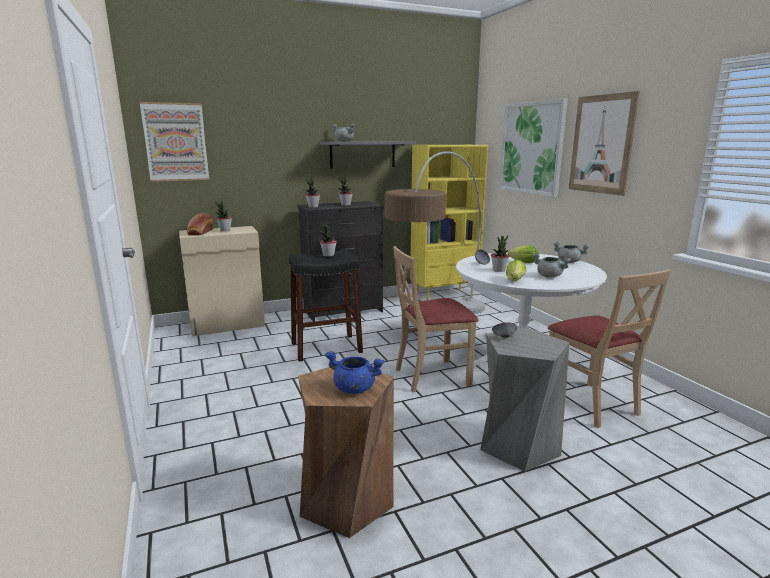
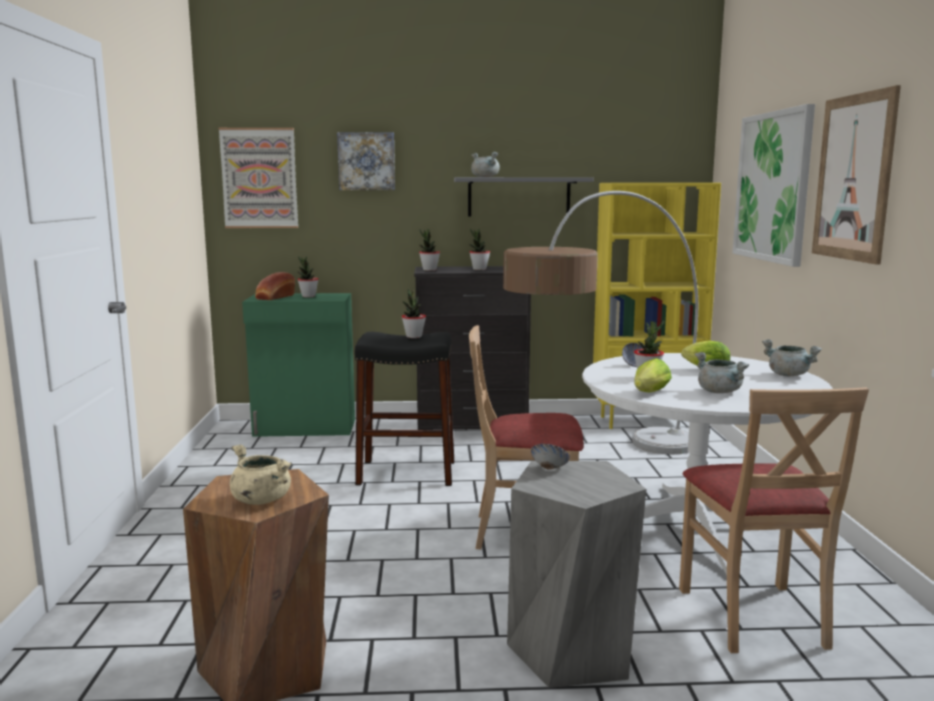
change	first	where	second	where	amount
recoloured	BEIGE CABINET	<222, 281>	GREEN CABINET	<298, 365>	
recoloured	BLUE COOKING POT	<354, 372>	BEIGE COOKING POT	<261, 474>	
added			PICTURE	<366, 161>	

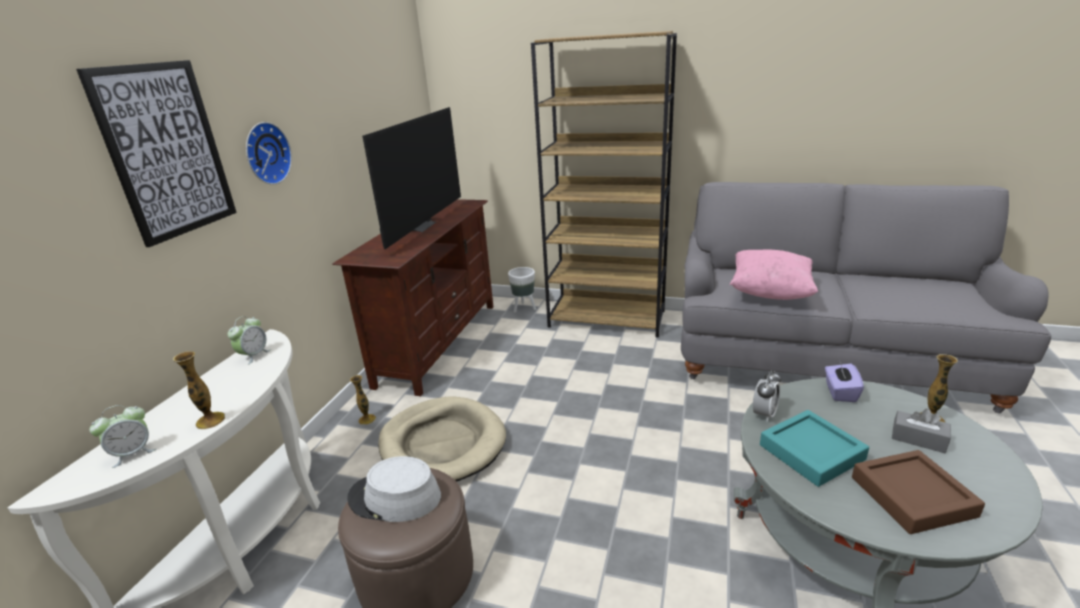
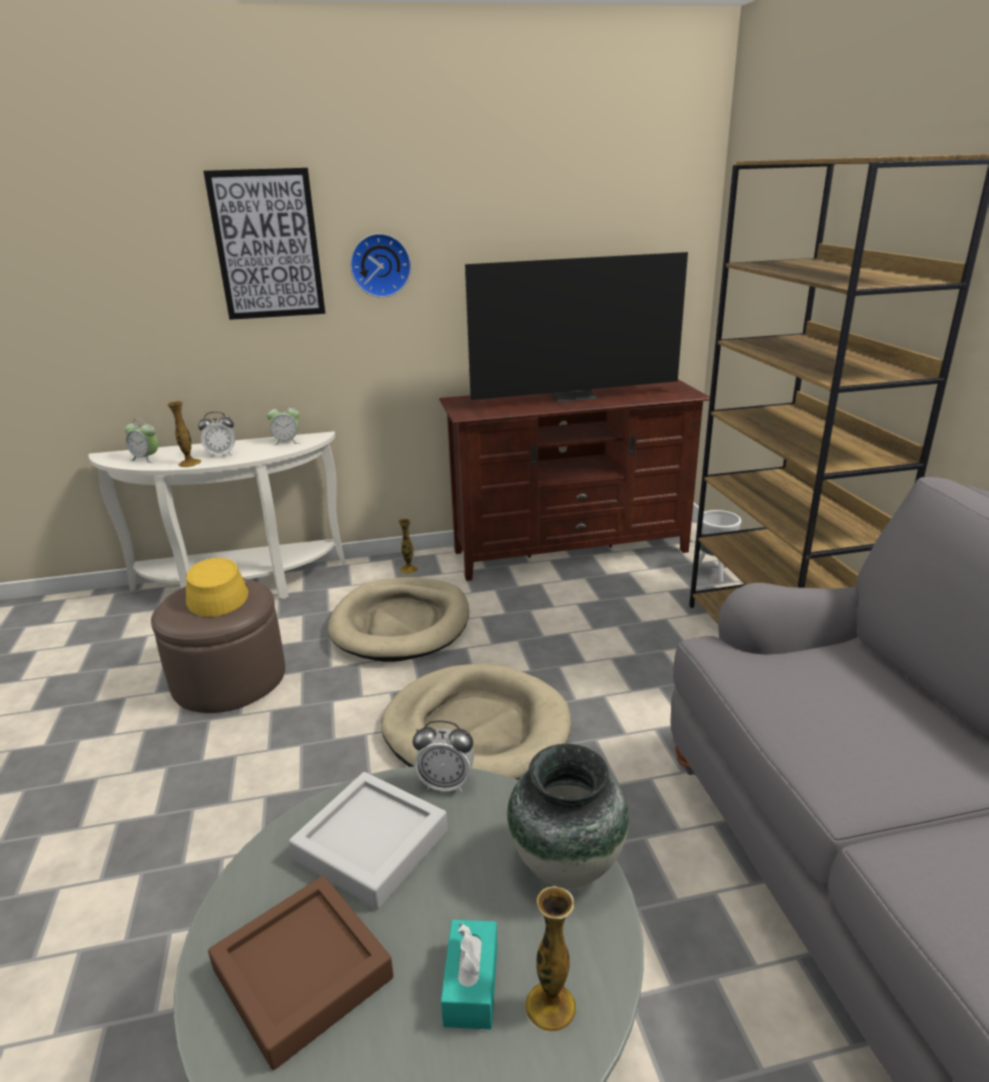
change	first	where	second	where	amount
removed	PINK PILLOW	<773, 274>			
replaced	PURPLE TISSUE BOX	<844, 382>	VASE	<568, 816>	
recoloured	GREY TISSUE BOX	<921, 431>	TURQUOISE TISSUE BOX	<469, 974>	
recoloured	TURQUOISE TRAY	<814, 448>	GREY TRAY	<368, 841>	
recoloured	GREY HAT	<394, 489>	YELLOW HAT	<217, 587>	
added			ALARM CLOCK	<217, 435>	
added			BEIGE DOG BED	<476, 722>	

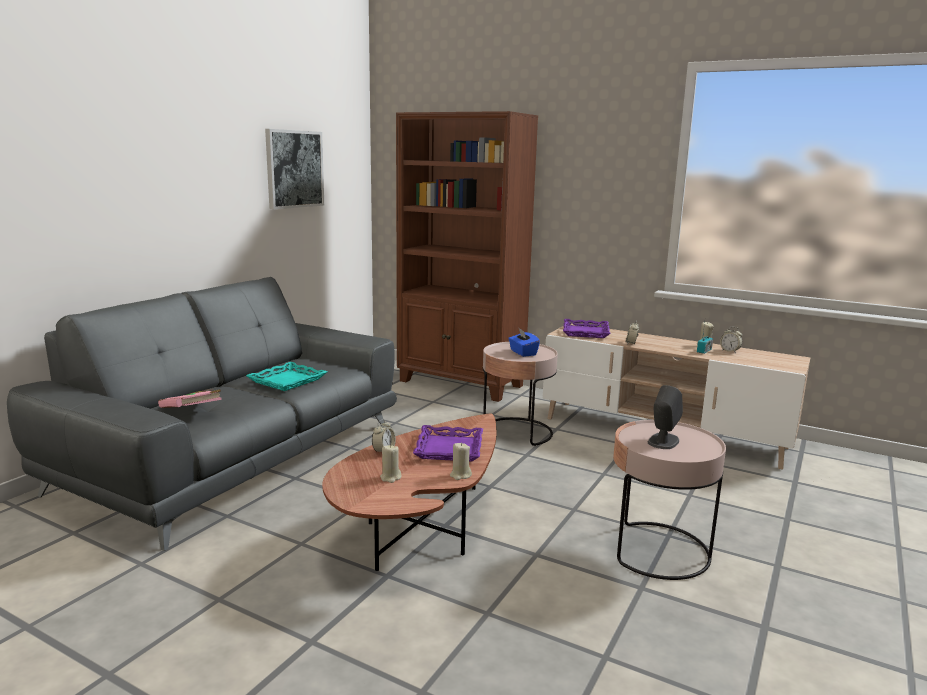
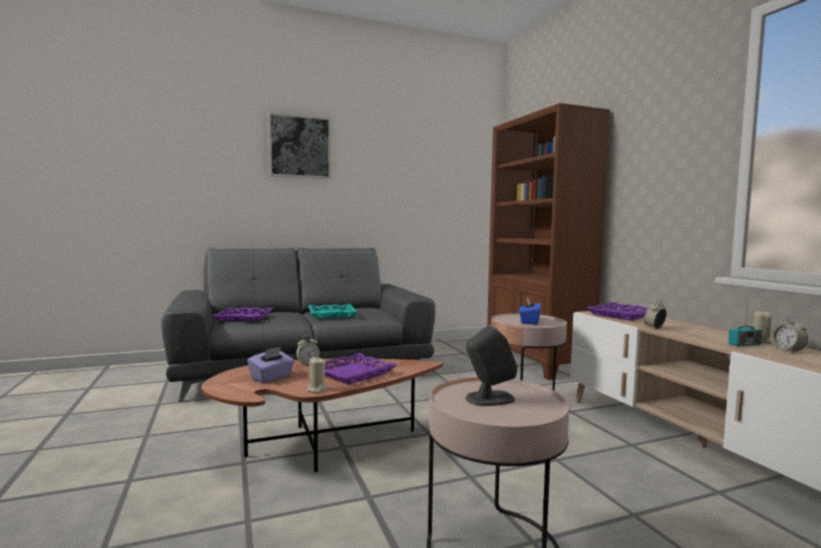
change	first	where	second	where	amount
moved	PICTURE	<294, 169>		<299, 145>	
replaced	PINK BOOK	<190, 398>	PURPLE TRAY	<242, 314>	
replaced	BEIGE CANDLE	<391, 463>	PURPLE TISSUE BOX	<271, 365>	

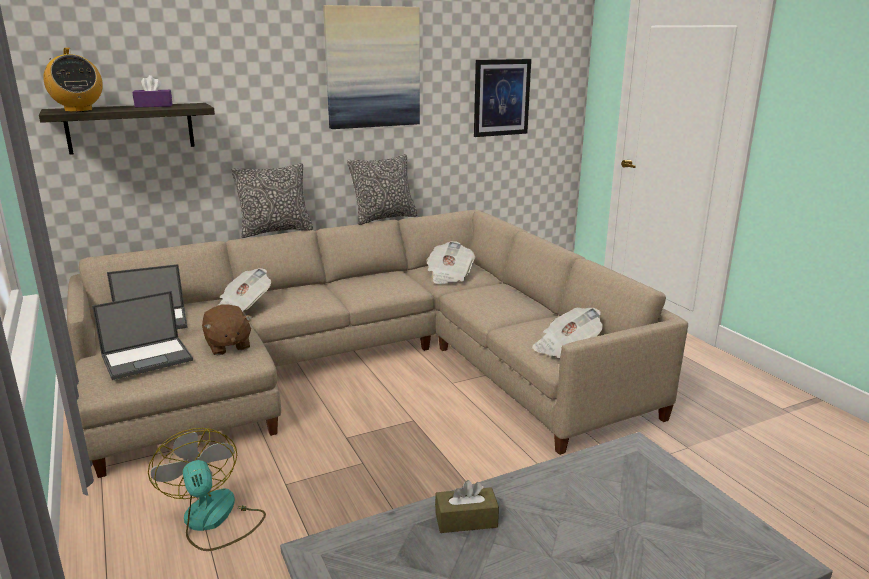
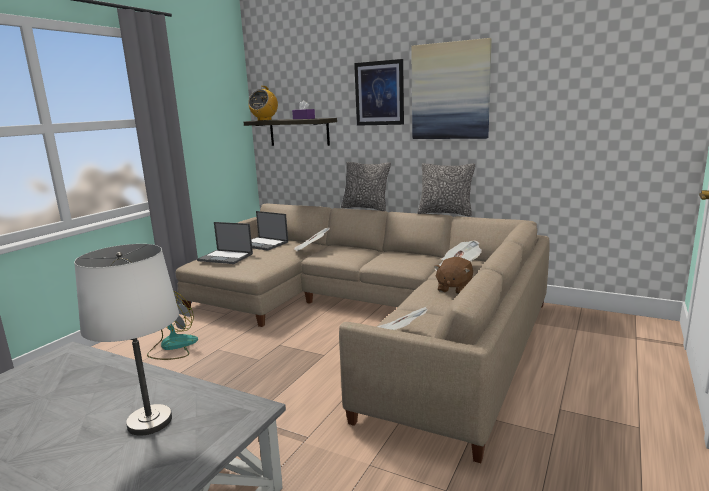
change	first	where	second	where	amount
moved	PICTURE	<502, 98>		<379, 92>	
moved	BROWN PLUSH TOY	<227, 330>		<453, 275>	
removed	BROWN TISSUE BOX	<467, 506>			
added			WHITE TABLE LAMP	<126, 340>	

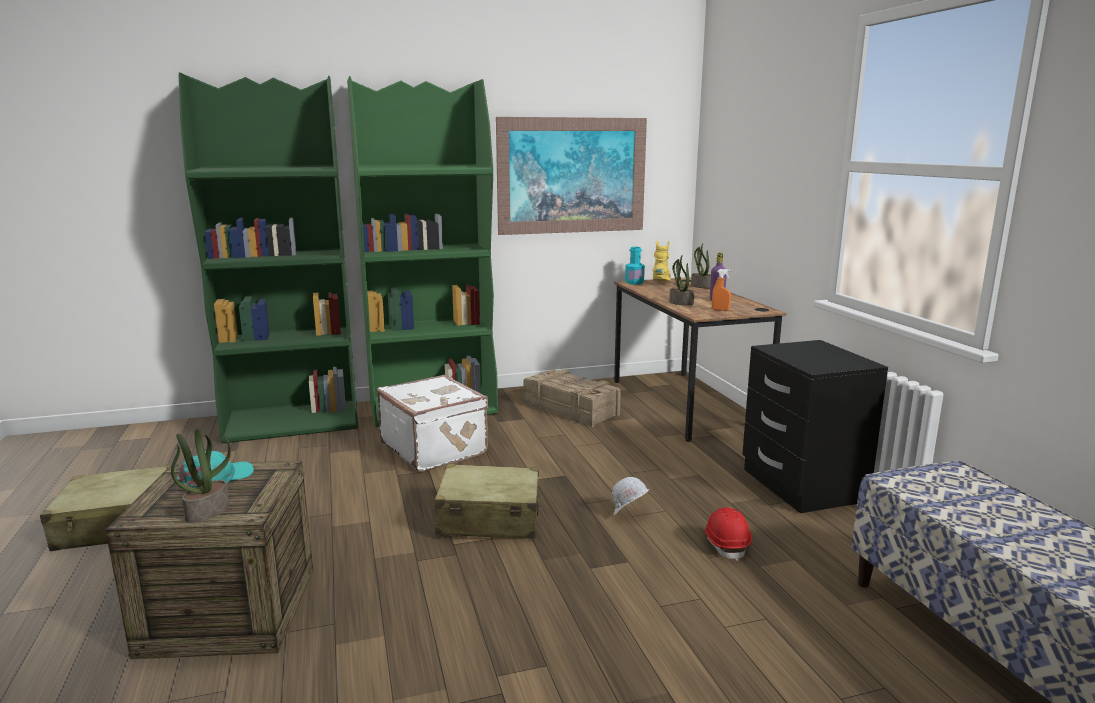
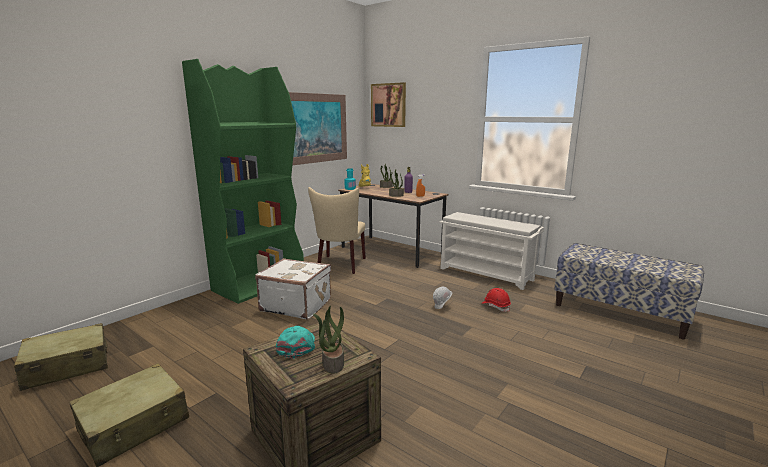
change	first	where	second	where	amount
removed	GREEN BOOKCASE	<268, 257>			
replaced	BLACK NIGHTSTAND	<815, 426>	WHITE SHOE RACK	<492, 251>	
replaced	CRATE	<572, 398>	BEIGE CHAIR	<337, 230>	
moved	BEIGE SUITCASE	<487, 501>		<61, 357>	
added			PICTURE	<388, 104>	

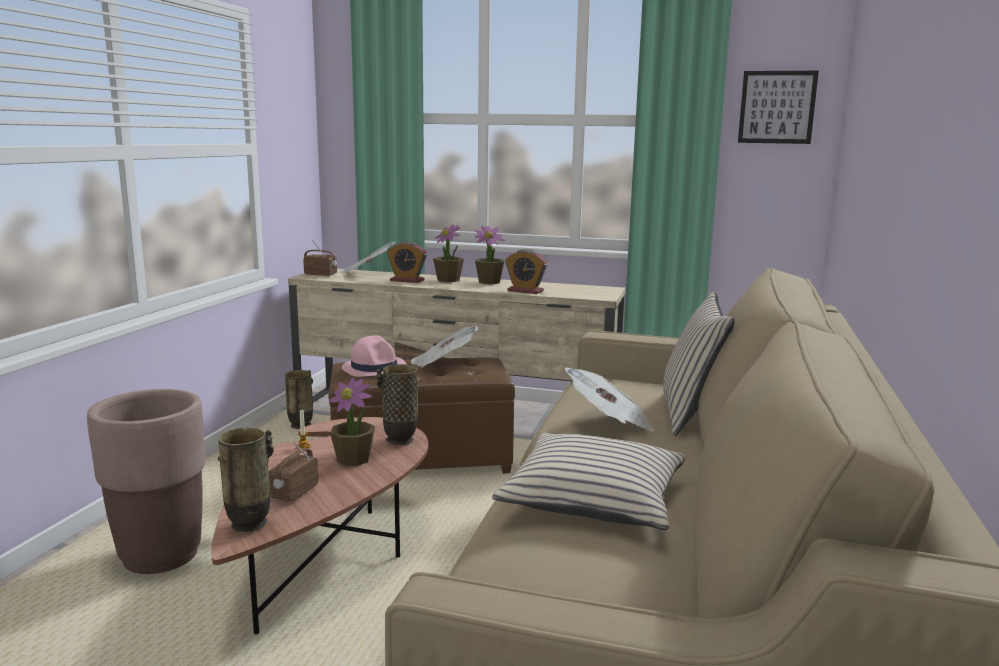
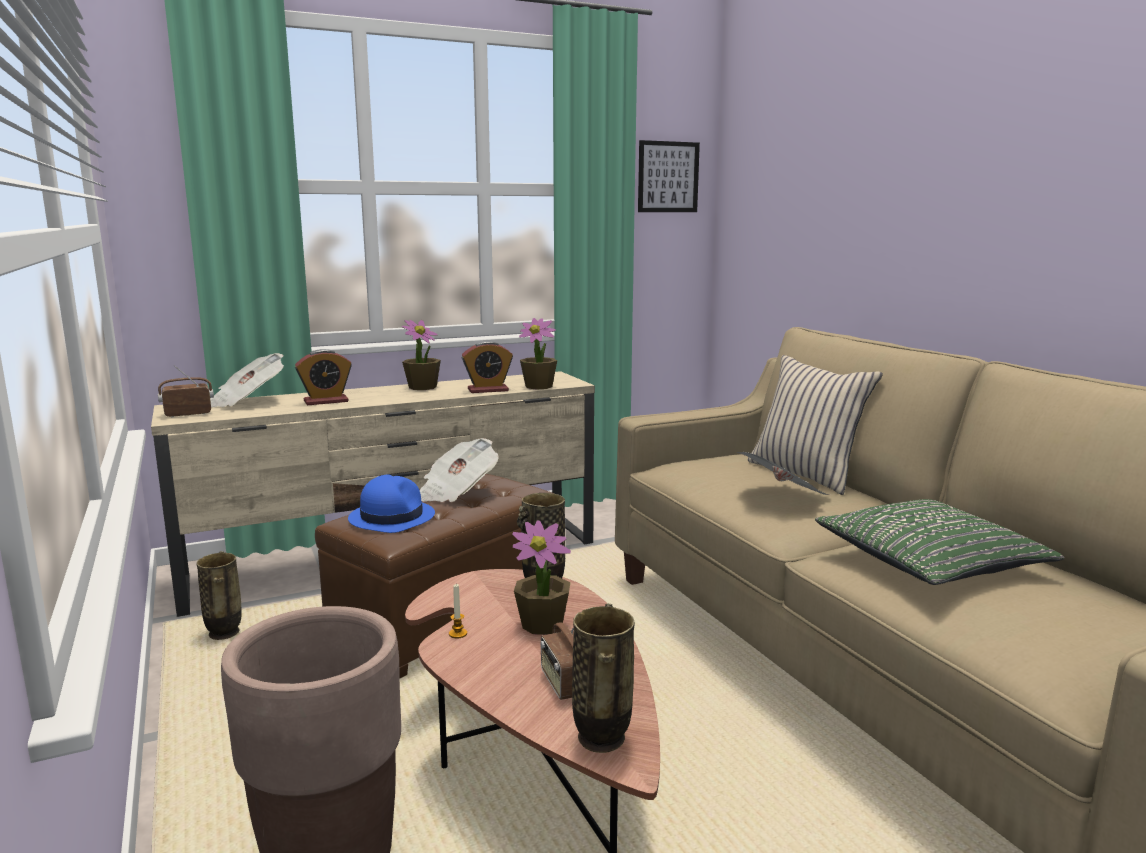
change	first	where	second	where	amount
moved	POTTED PLANT	<448, 253>		<538, 353>	
recoloured	PINK HAT	<374, 356>	BLUE HAT	<391, 503>	
recoloured	BEIGE PILLOW	<588, 481>	GREEN PILLOW	<940, 542>	

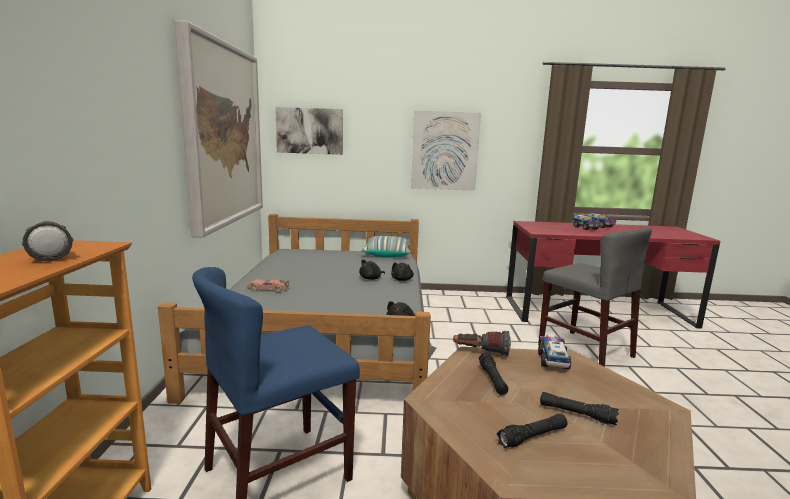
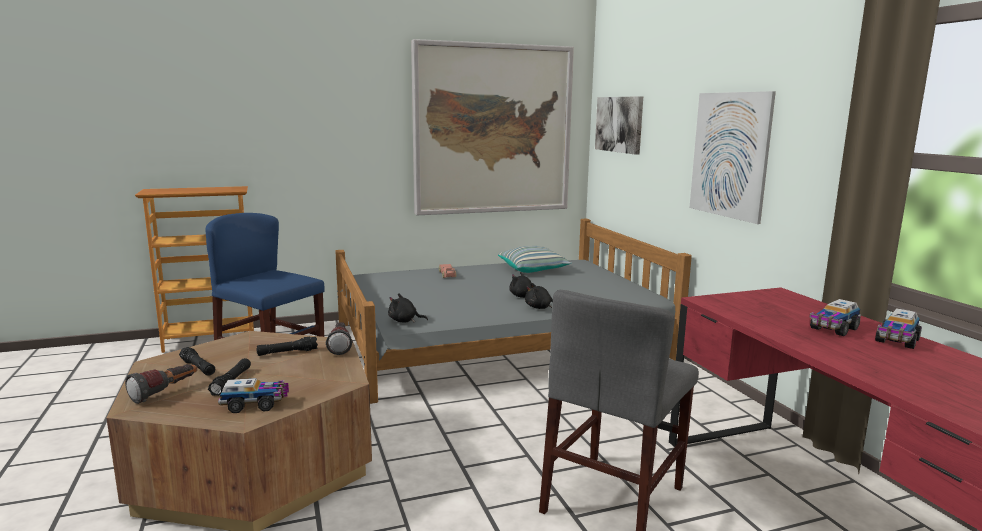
change	first	where	second	where	amount
moved	FLASHLIGHT	<47, 241>		<161, 384>	
moved	PILLOW	<386, 247>		<535, 259>	
moved	TOY TRUCK	<554, 351>		<253, 395>	

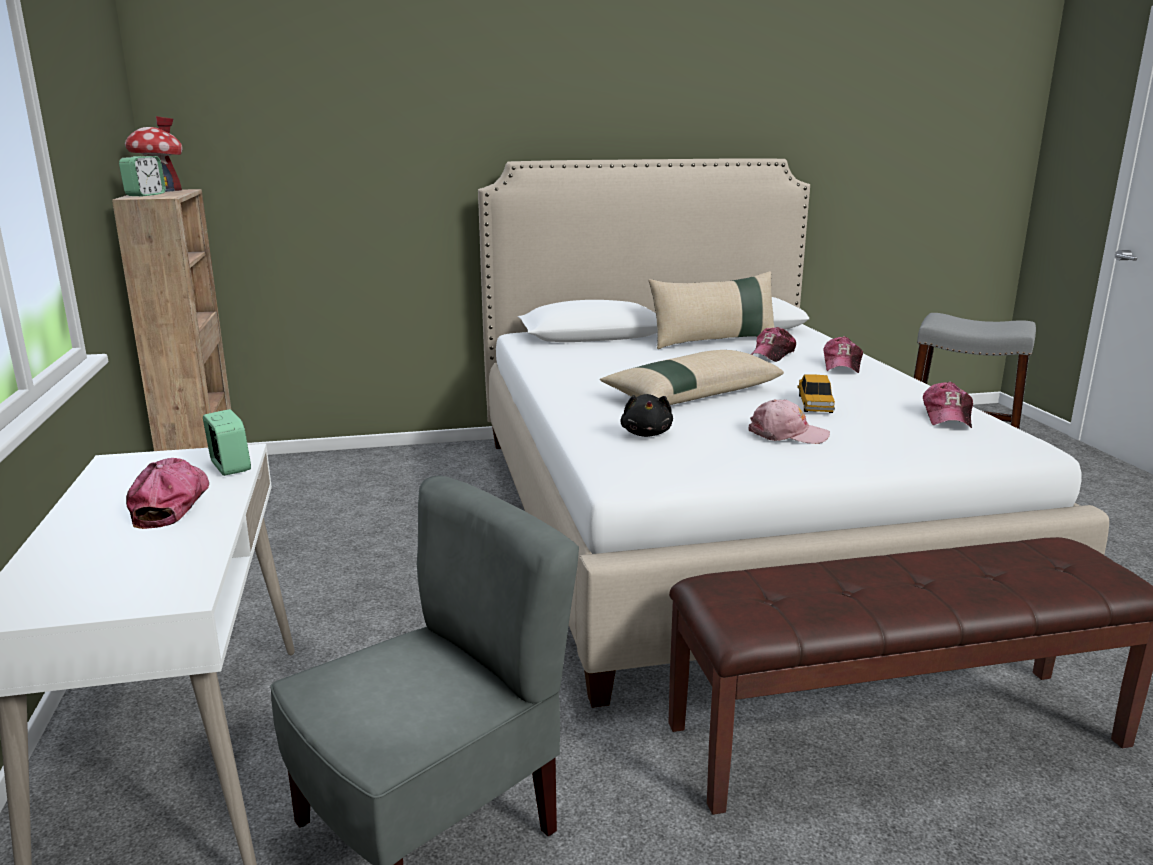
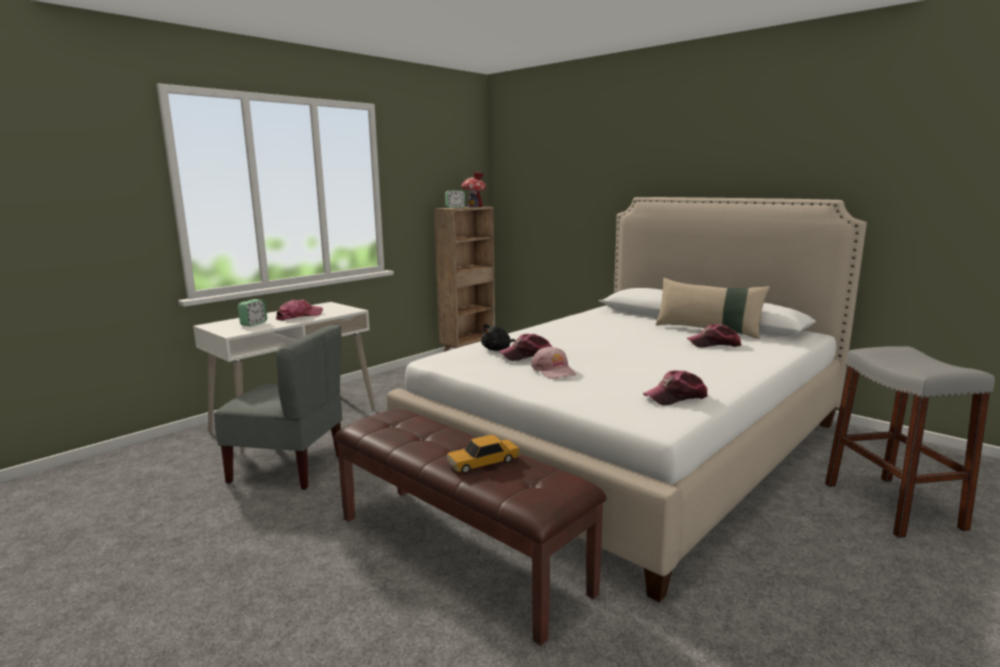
change	first	where	second	where	amount
moved	CAP	<843, 354>		<525, 347>	
removed	BEIGE PILLOW	<692, 377>			
moved	TOY CAR	<816, 394>		<484, 454>	
moved	ALARM CLOCK	<227, 442>		<252, 312>	

